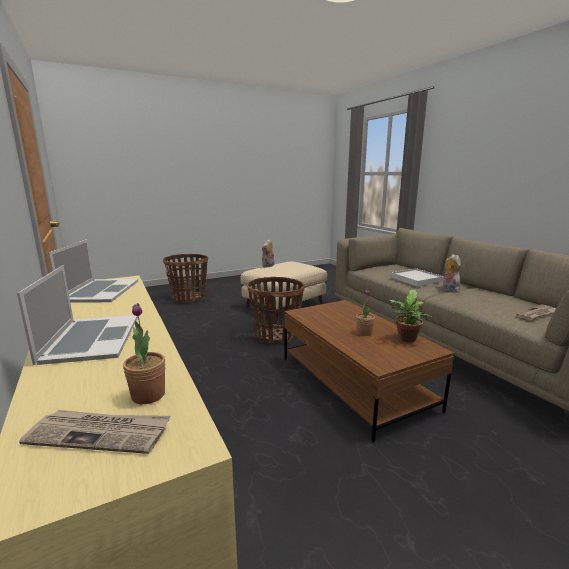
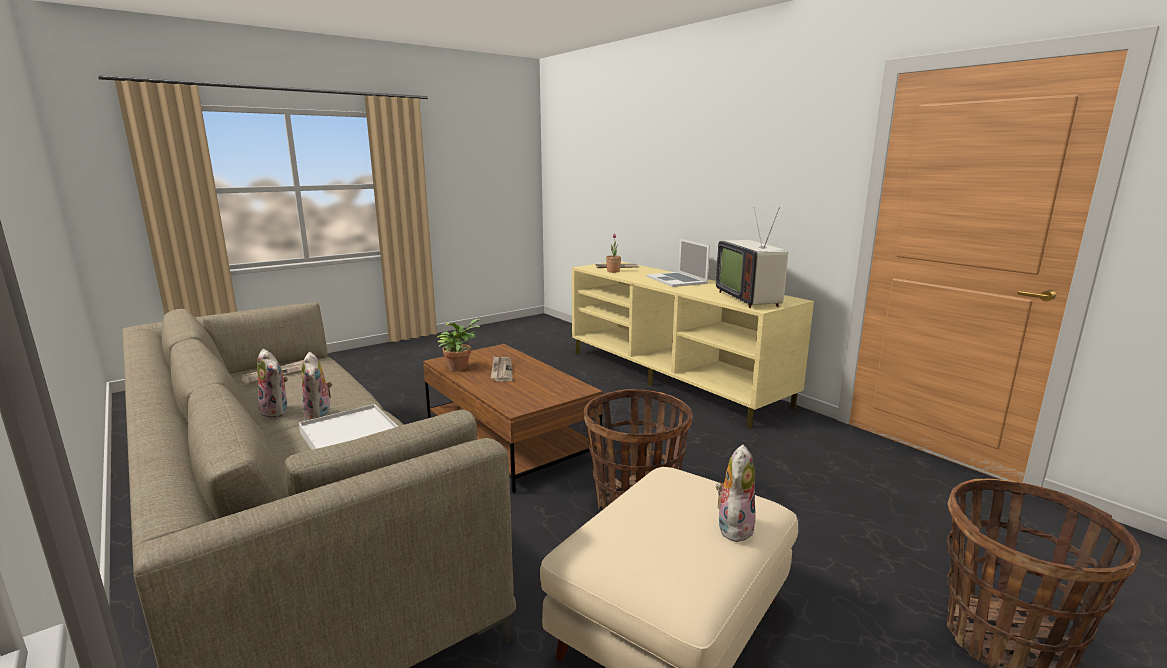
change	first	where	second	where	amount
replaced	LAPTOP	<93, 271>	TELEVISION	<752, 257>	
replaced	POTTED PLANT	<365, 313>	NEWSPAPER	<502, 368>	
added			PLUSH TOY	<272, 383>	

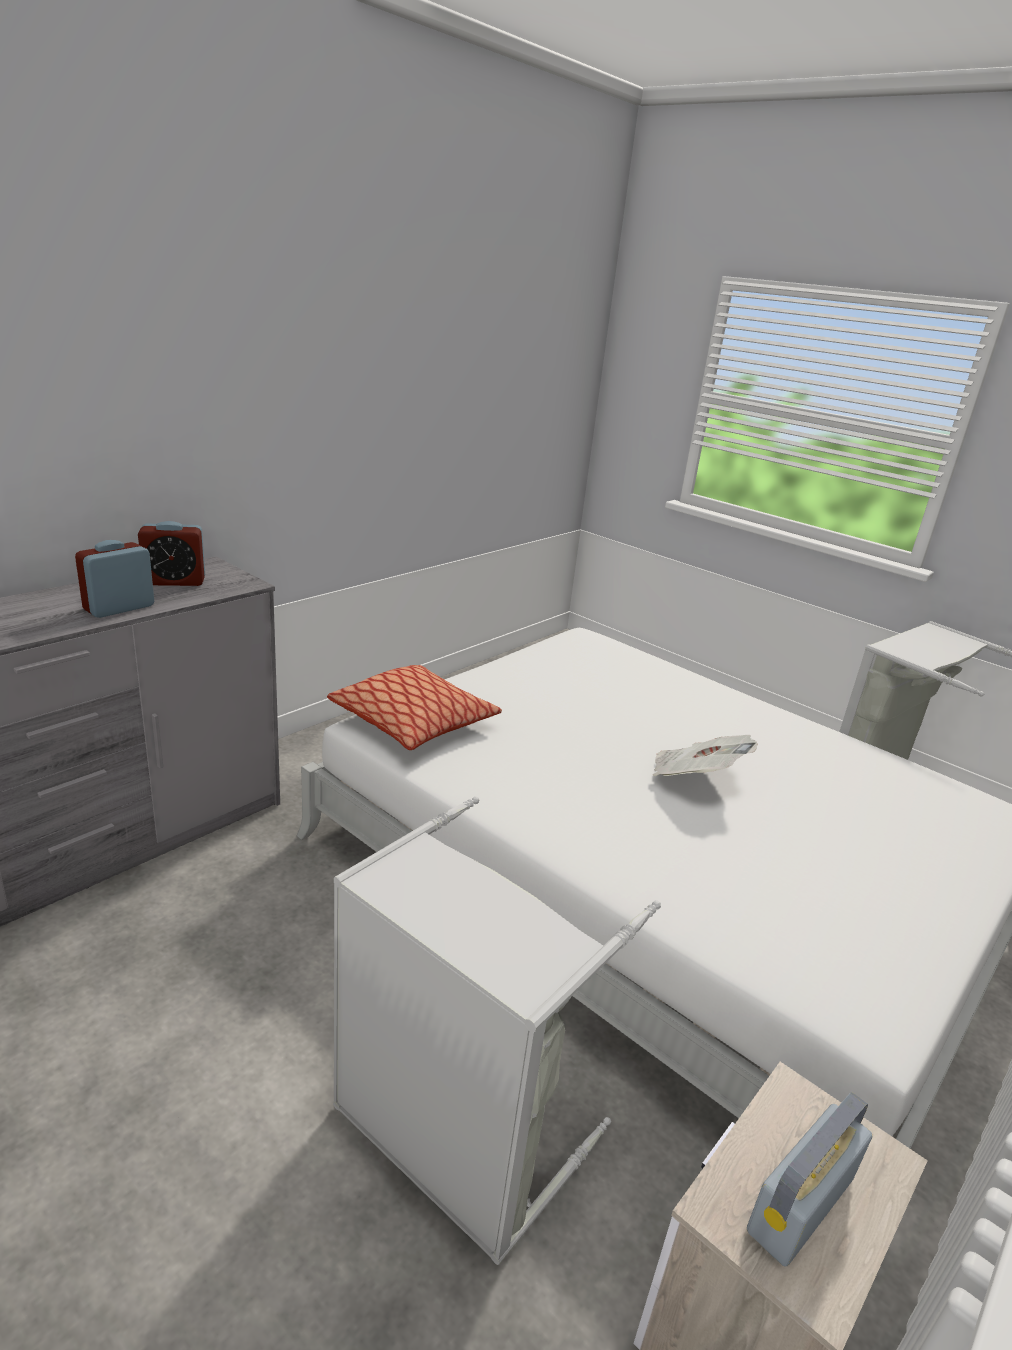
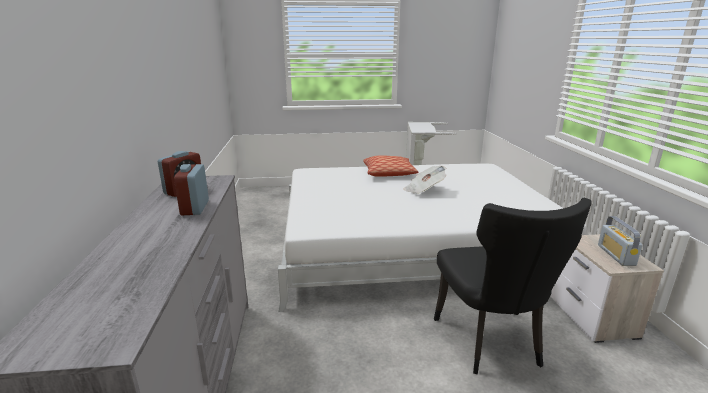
change	first	where	second	where	amount
moved	PILLOW	<414, 707>		<391, 166>	
replaced	GREY LAUNDRY BASKET	<497, 1030>	BLACK CHAIR	<513, 286>	

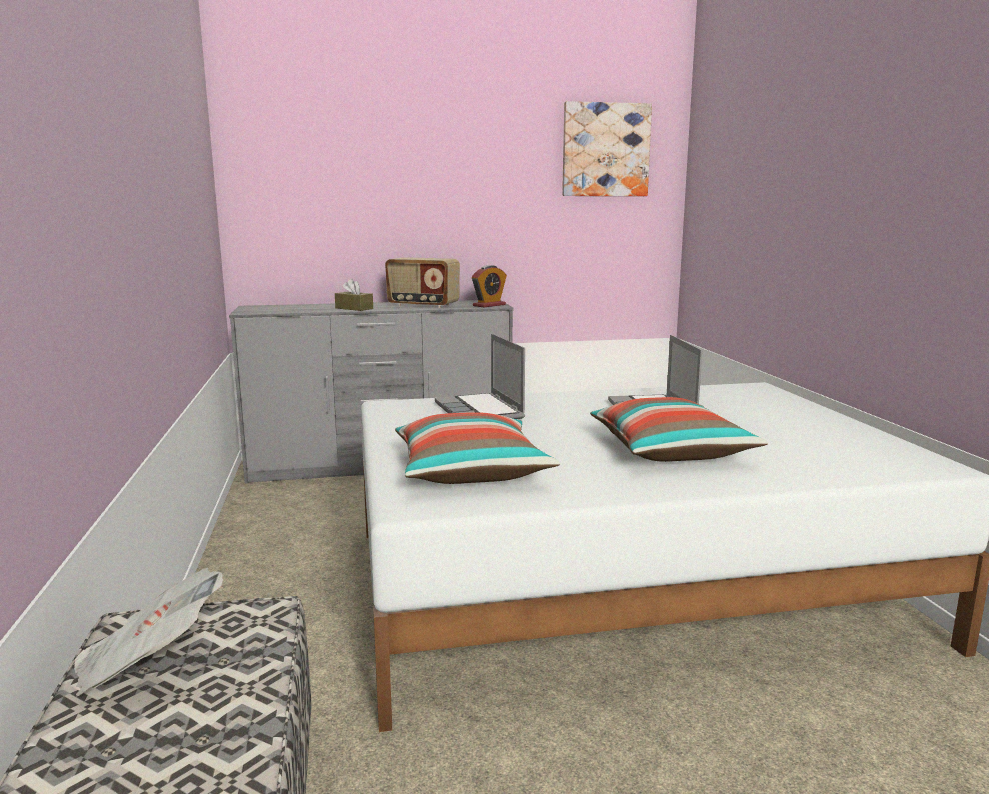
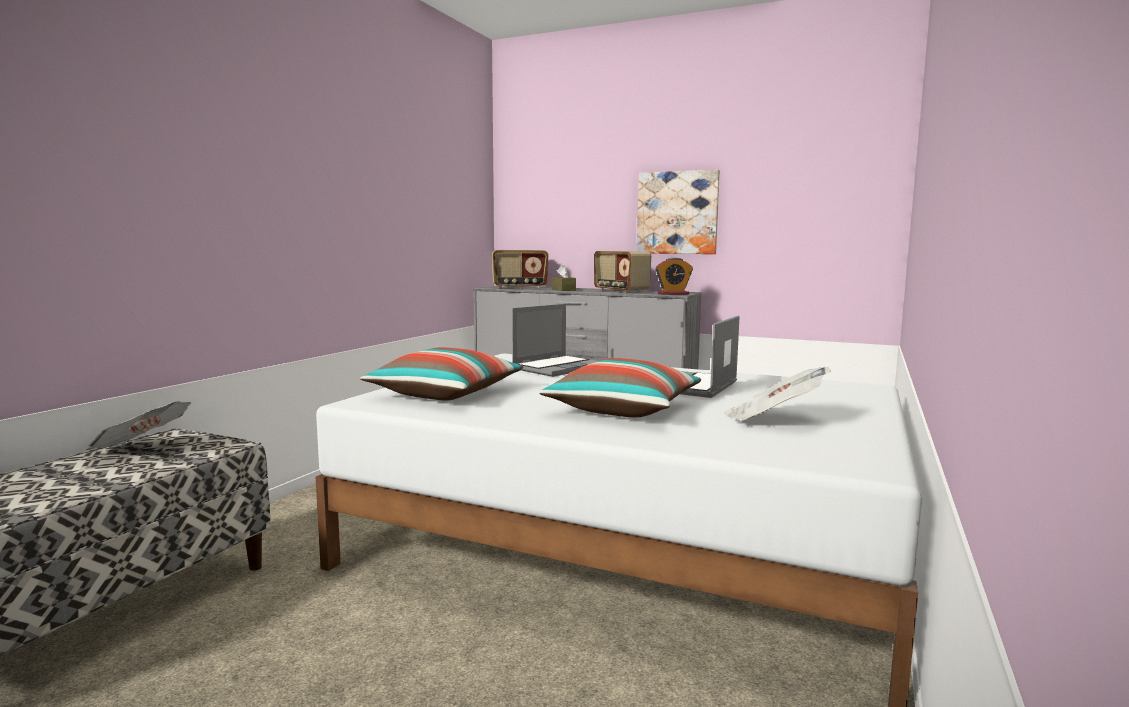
change	first	where	second	where	amount
moved	PICTURE	<607, 148>		<678, 212>	
turned	LAPTOP	<480, 376>		<554, 340>	150 degrees counterclockwise
added			RADIO	<520, 269>	
added			NEWSPAPER	<777, 394>	

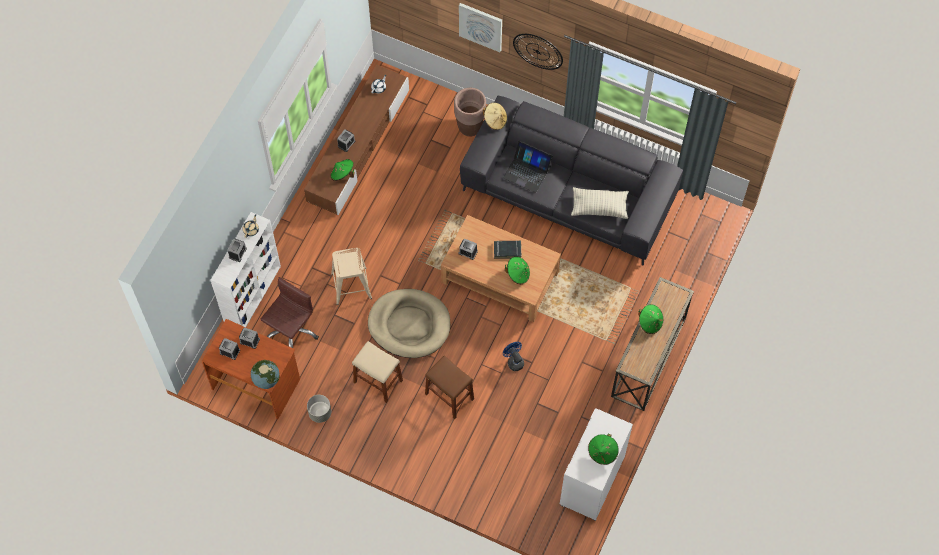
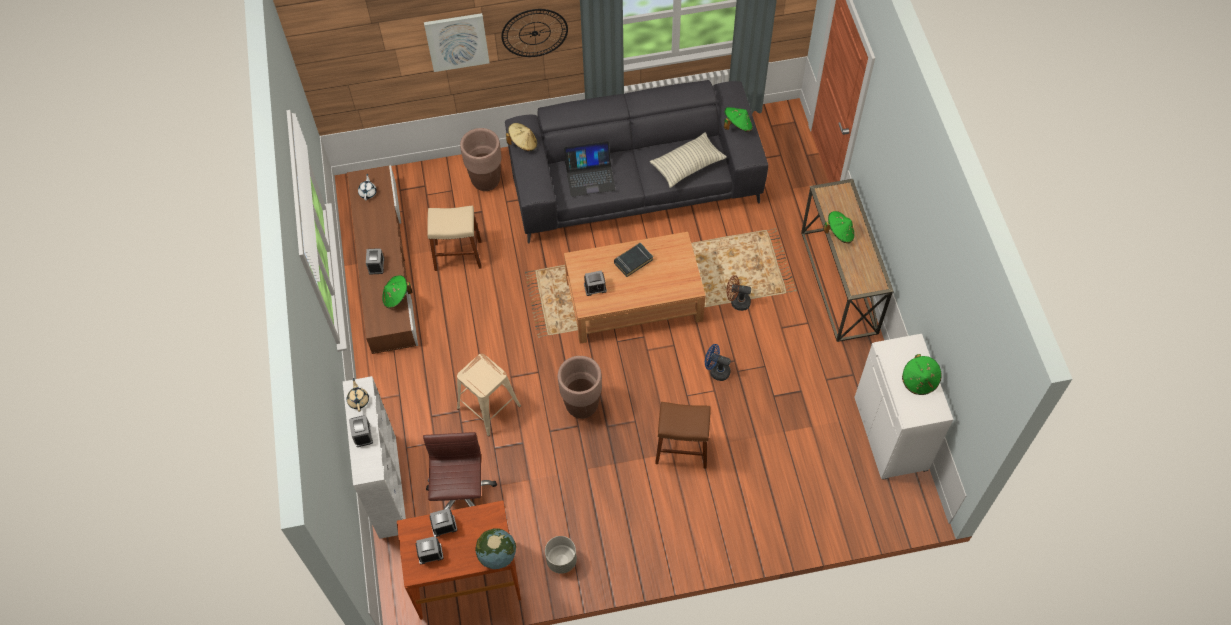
change	first	where	second	where	amount
moved	GREEN HAT	<517, 270>		<738, 119>	
replaced	BEIGE DOG BED	<409, 323>	BROWN PLANTER	<580, 387>	
moved	BEIGE STOOL	<377, 372>		<454, 238>	
added			BROWN FAN	<739, 293>	

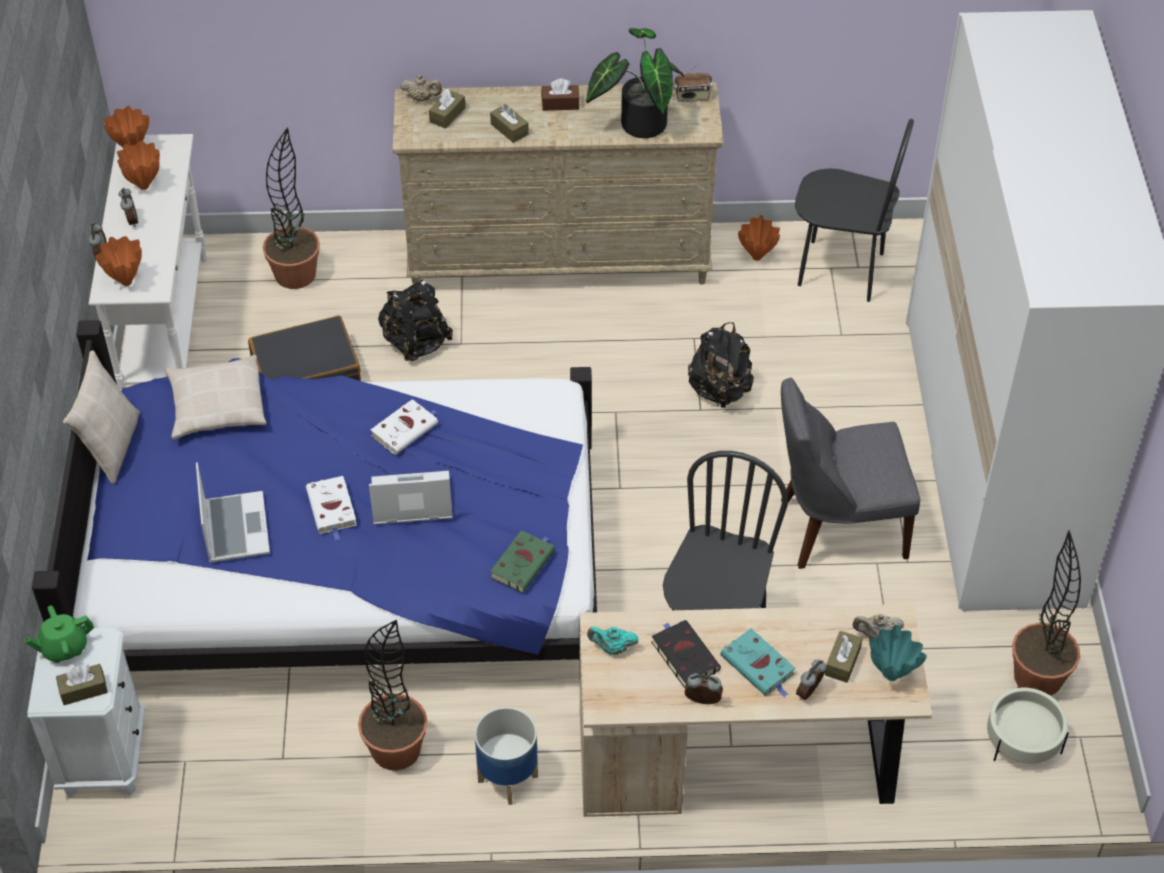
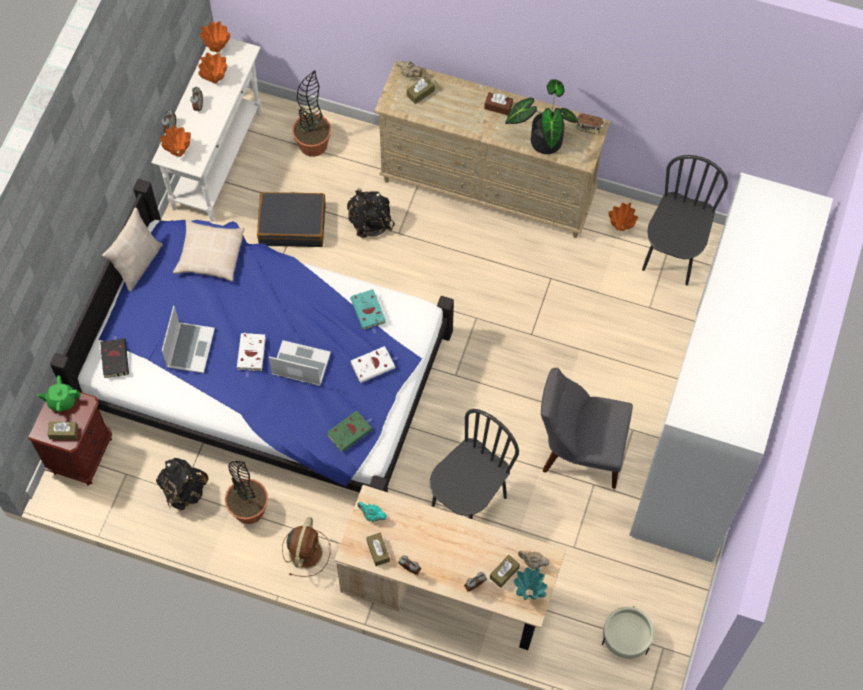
change	first	where	second	where	amount
moved	BROWN TISSUE BOX	<509, 123>		<378, 549>	
turned	BLACK CHAIR	<854, 210>		<685, 220>	105 degrees counterclockwise
moved	BLACK BACKPACK	<721, 365>		<182, 484>	
moved	WHITE BOOK	<404, 427>		<374, 364>	
removed	POTTED PLANT	<1046, 613>			
moved	BLACK BOOK	<686, 654>		<114, 356>	
recoloured	WHITE NIGHTSTAND	<86, 712>	BROWN NIGHTSTAND	<70, 435>	
moved	TURQUOISE BOOK	<757, 662>		<368, 311>	
replaced	PLANTER	<506, 756>	BROWN FAN	<306, 547>	

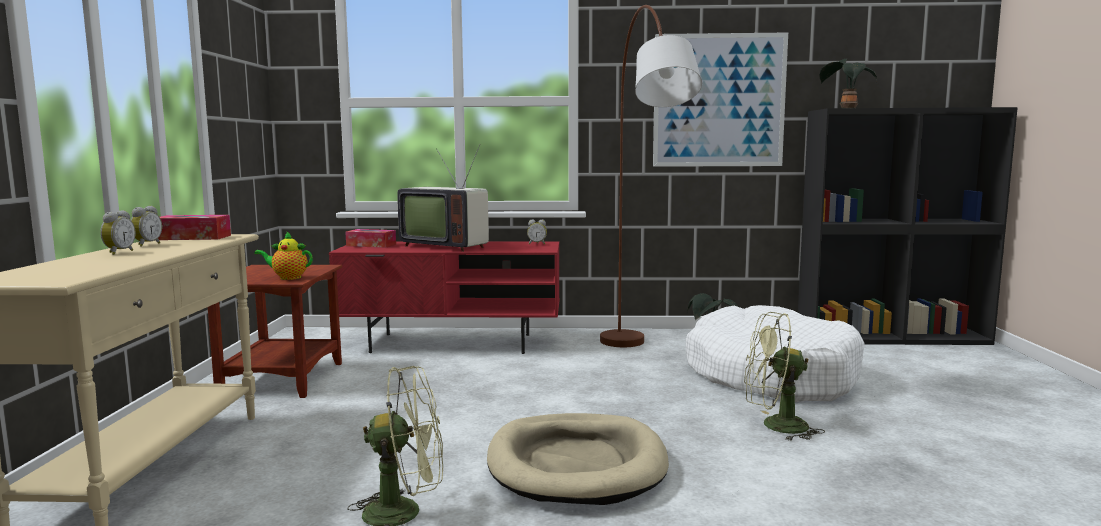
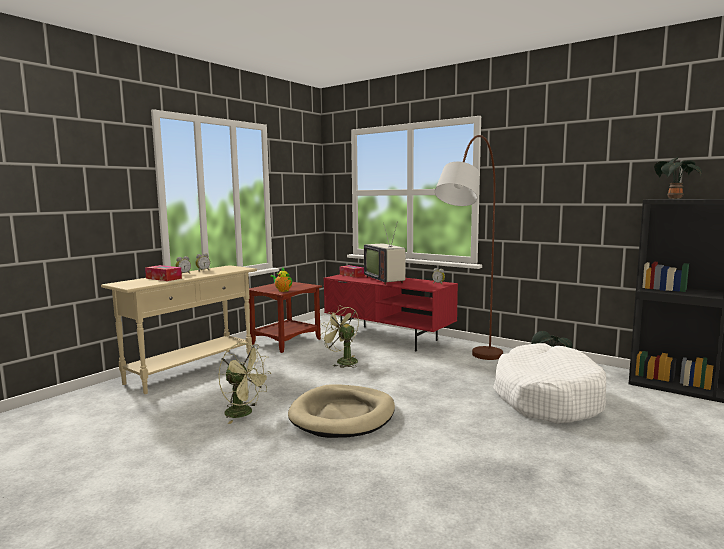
change	first	where	second	where	amount
removed	PICTURE	<720, 100>			
moved	TISSUE BOX	<194, 227>		<163, 273>	
moved	GREEN FAN	<784, 376>		<339, 336>	

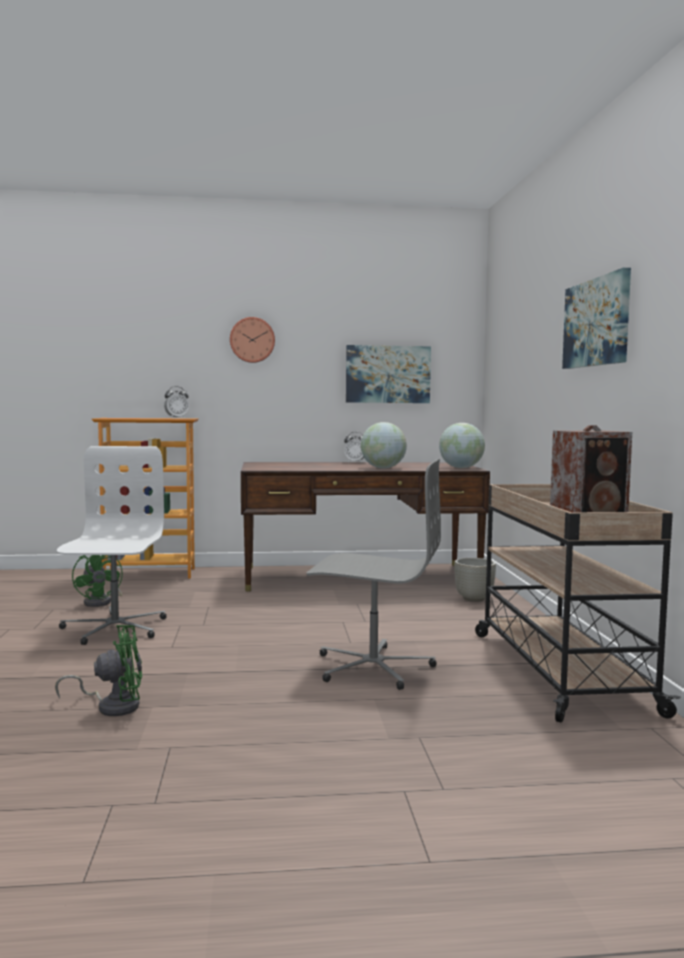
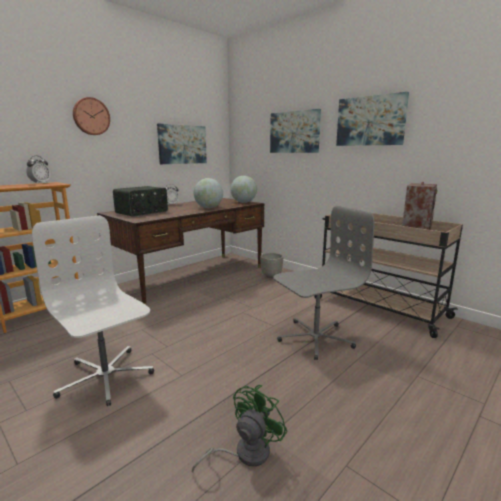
change	first	where	second	where	amount
removed	GREEN FAN	<97, 581>			
added			PICTURE	<295, 131>	
added			RADIO	<140, 201>	

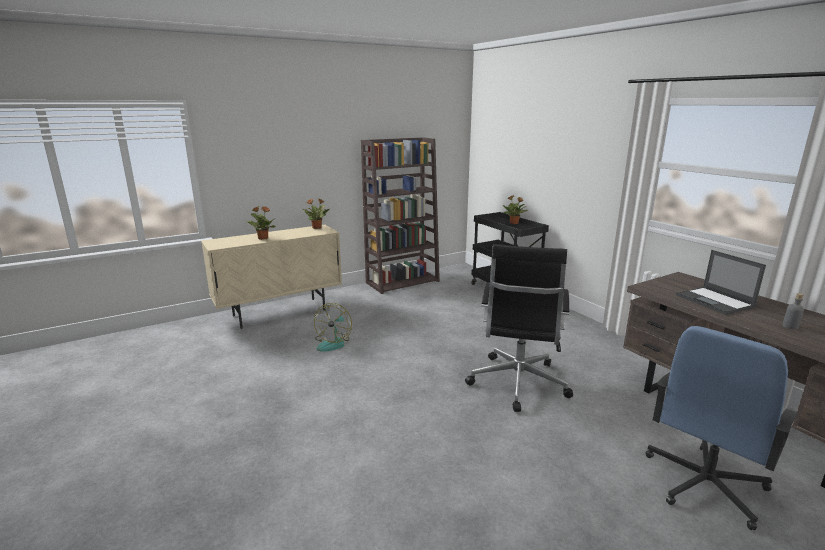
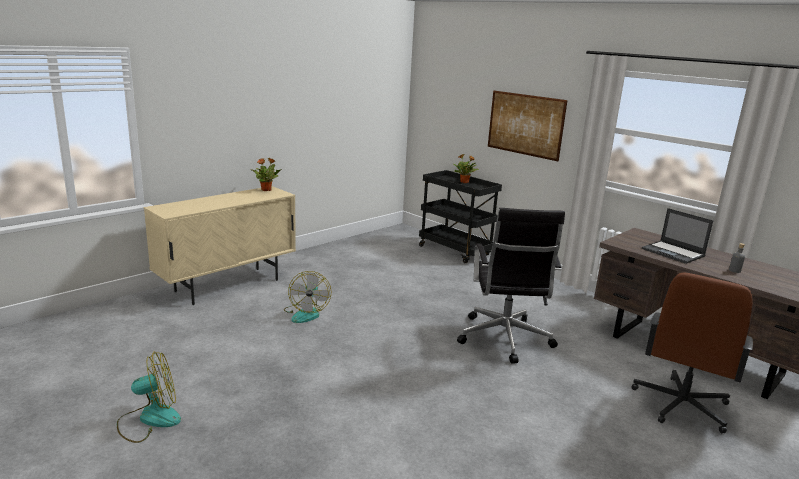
change	first	where	second	where	amount
removed	BROWN BOOKCASE	<400, 215>			
removed	POTTED PLANT	<261, 223>			
recoloured	BLUE OFFICE CHAIR	<721, 428>	BROWN OFFICE CHAIR	<692, 352>	
added			PICTURE	<527, 125>	
added			FAN	<149, 397>	

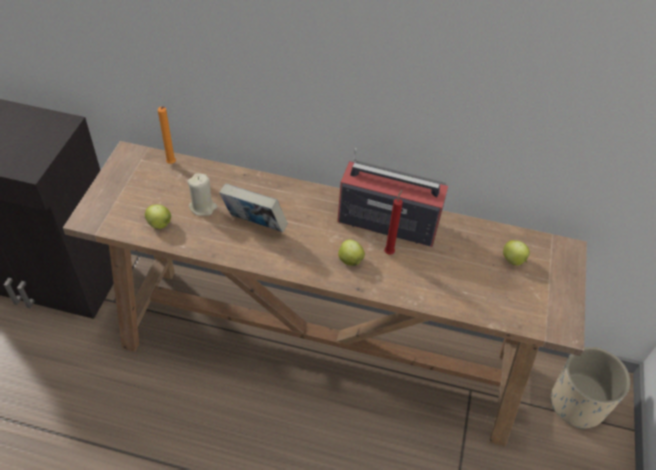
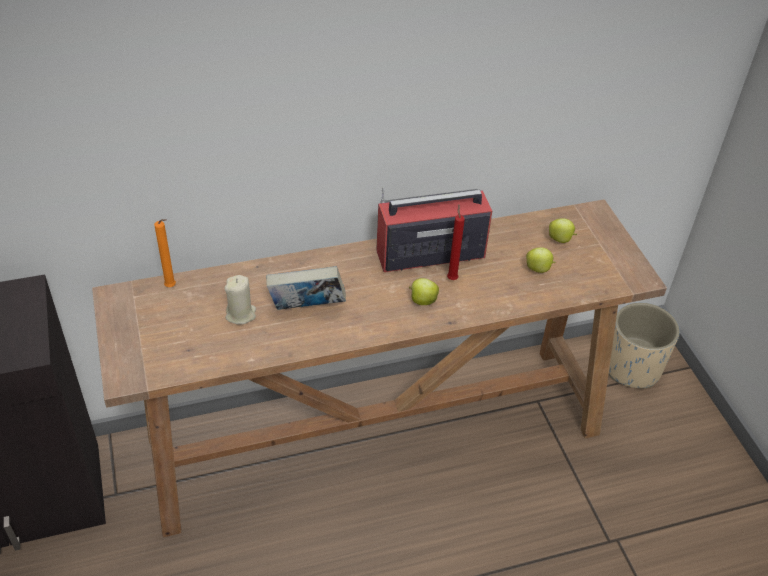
change	first	where	second	where	amount
moved	APPLE	<158, 216>		<541, 260>	

